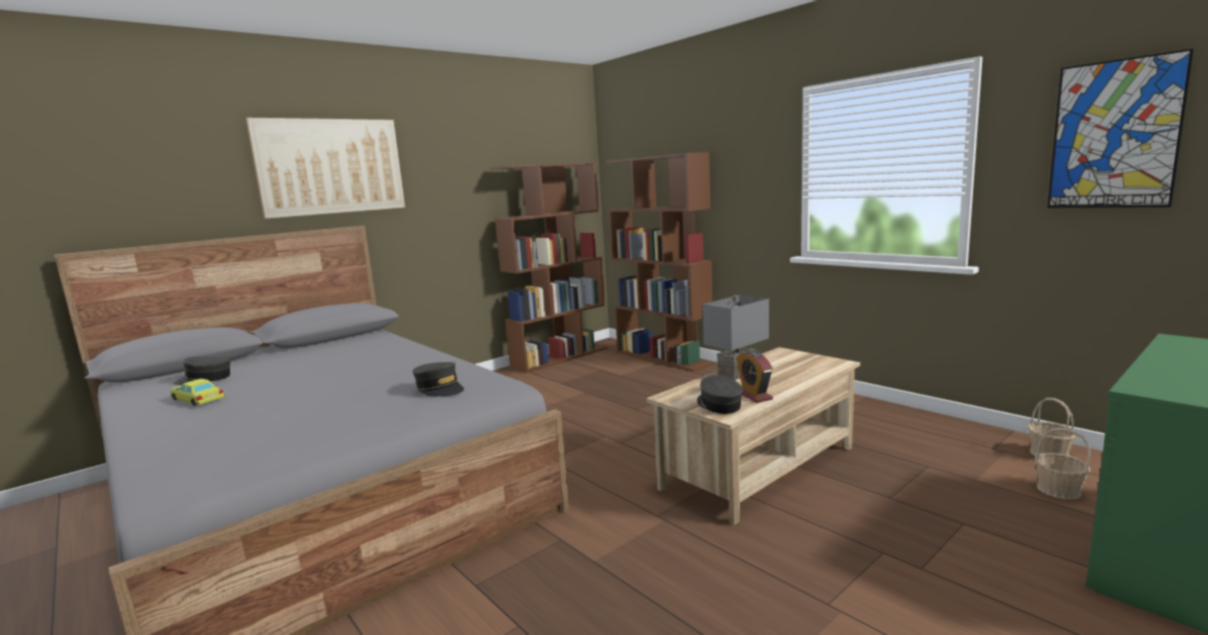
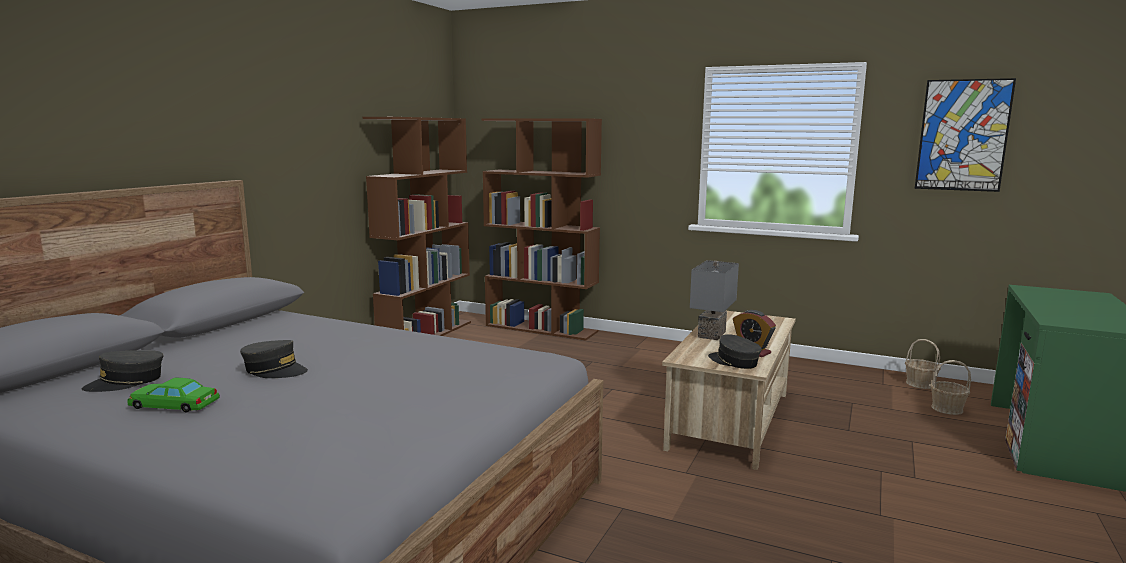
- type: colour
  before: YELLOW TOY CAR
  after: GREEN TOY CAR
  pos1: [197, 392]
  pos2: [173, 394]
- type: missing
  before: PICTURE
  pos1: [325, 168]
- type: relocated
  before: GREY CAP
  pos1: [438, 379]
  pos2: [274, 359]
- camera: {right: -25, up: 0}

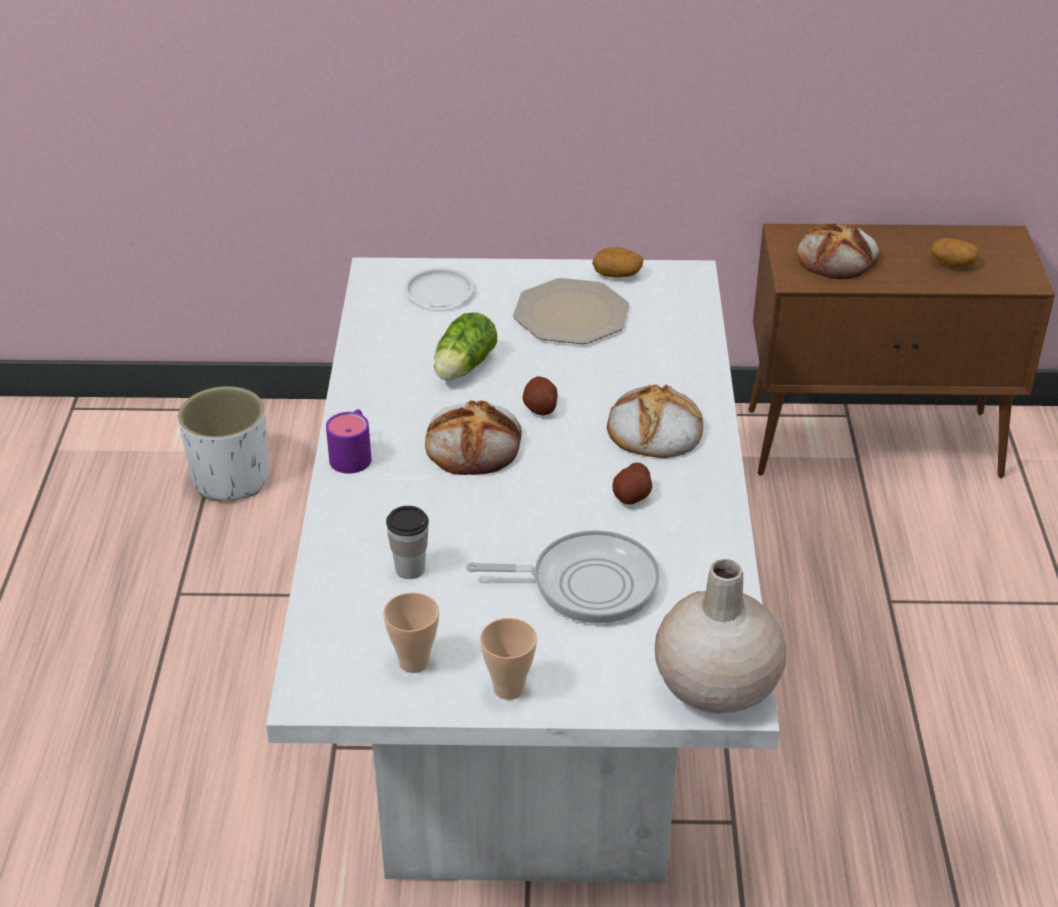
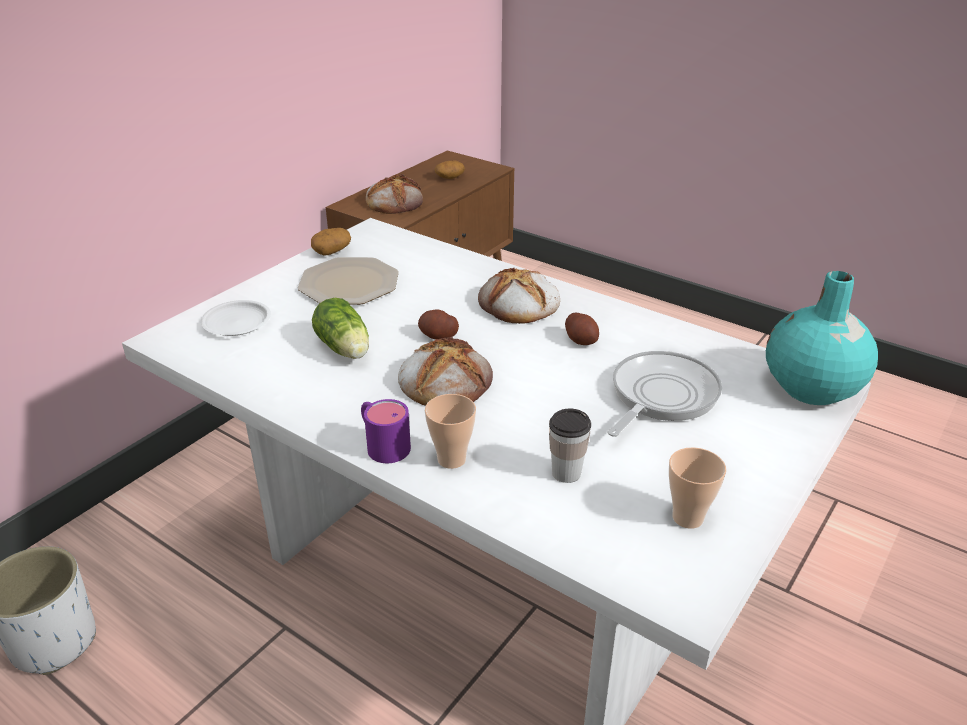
- type: relocated
  before: CUP
  pos1: [508, 659]
  pos2: [450, 431]
- type: colour
  before: BEIGE VASE
  after: TURQUOISE VASE
  pos1: [720, 636]
  pos2: [822, 338]
- camera: {right: -55, up: -5}

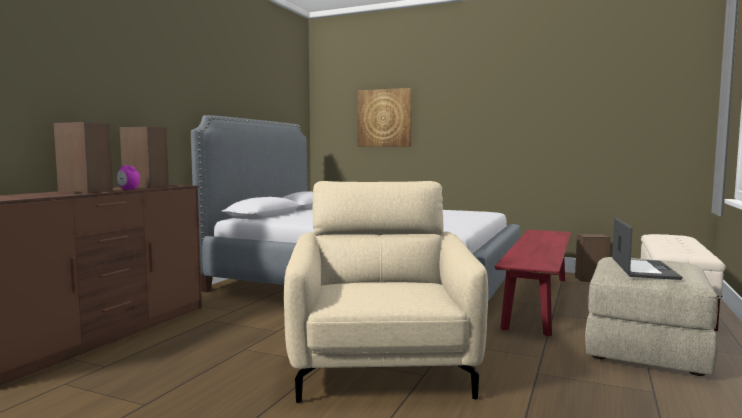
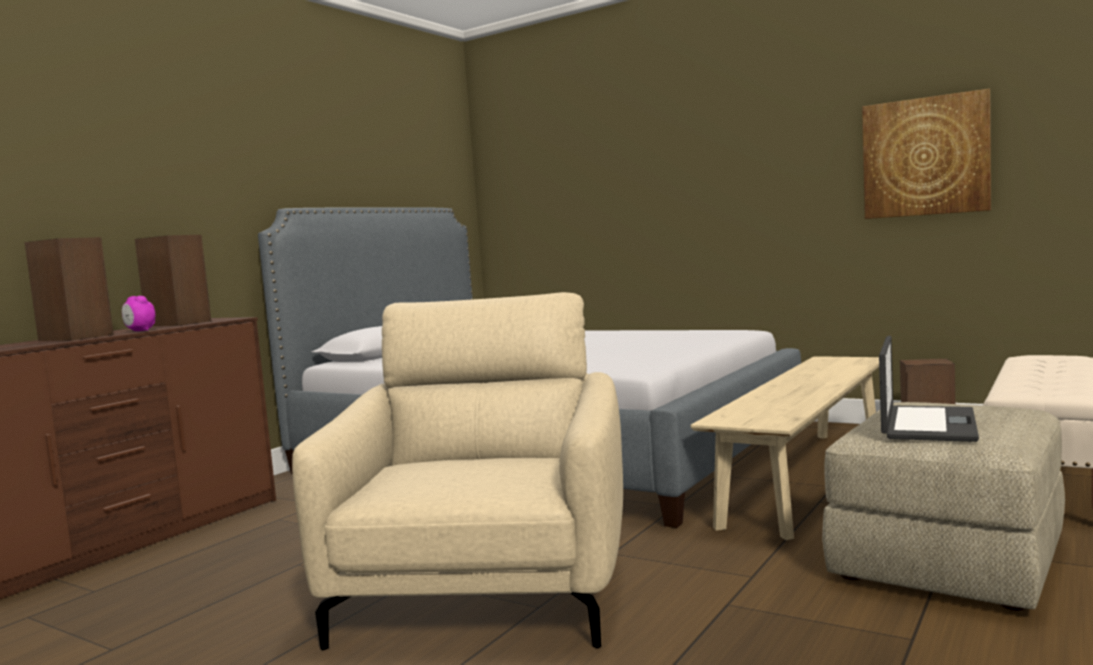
- type: relocated
  before: PICTURE
  pos1: [385, 117]
  pos2: [926, 154]
- type: colour
  before: RED BENCH
  after: BEIGE BENCH
  pos1: [533, 283]
  pos2: [785, 448]
- camera: {right: 10, up: 0}

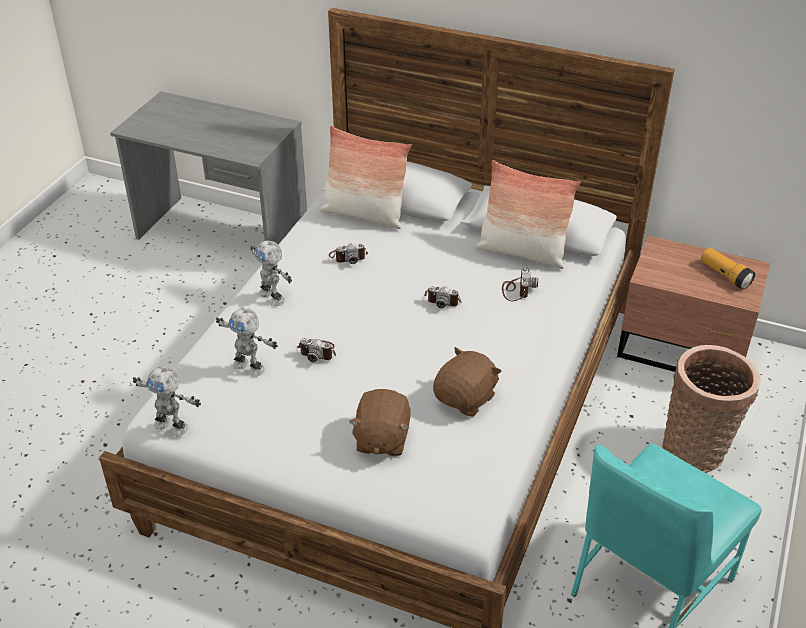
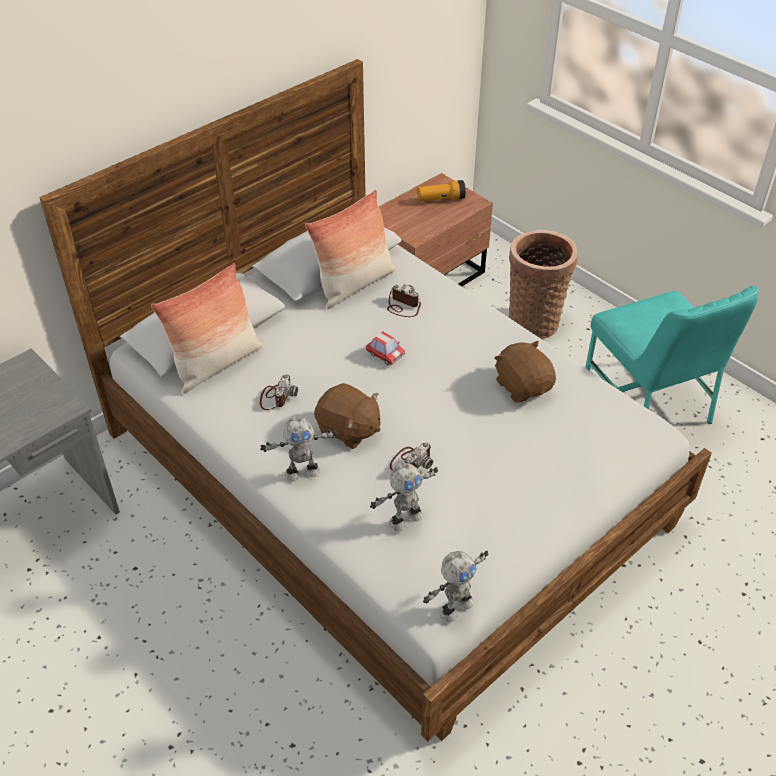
- type: relocated
  before: BROWN PLUSH TOY
  pos1: [380, 422]
  pos2: [347, 416]
- type: exchanged
  before: PHOTO CAMERA
  after: TOY CAR
  pos1: [443, 297]
  pos2: [385, 348]
- camera: {right: -65, up: 5}

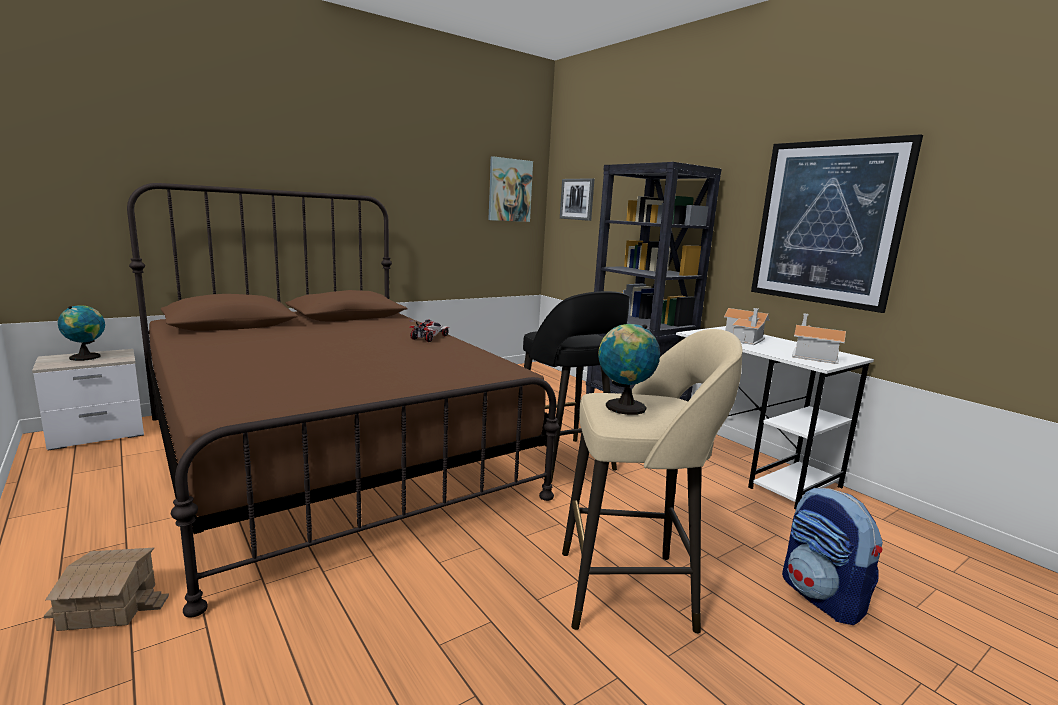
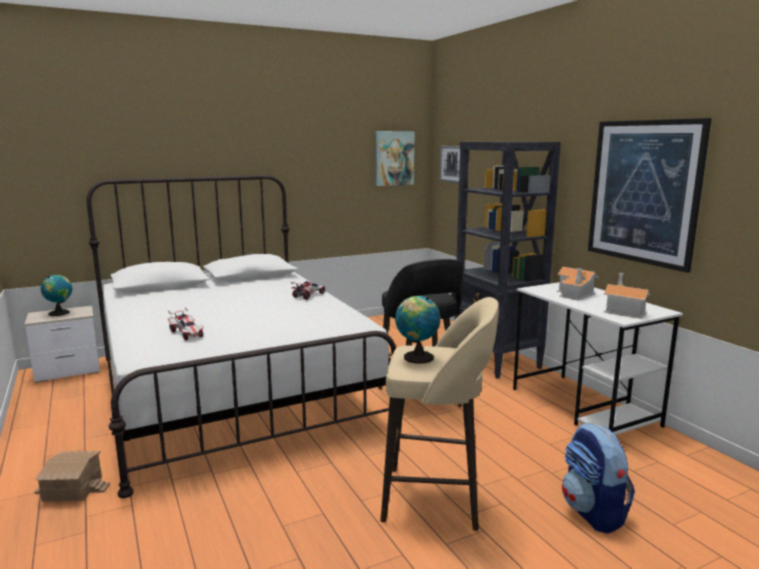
- type: colour
  before: BROWN BED
  after: WHITE BED
  pos1: [343, 400]
  pos2: [241, 336]
- type: appeared
  after: TOY CAR
  pos2: [186, 323]
- camera: {right: 10, up: 0}

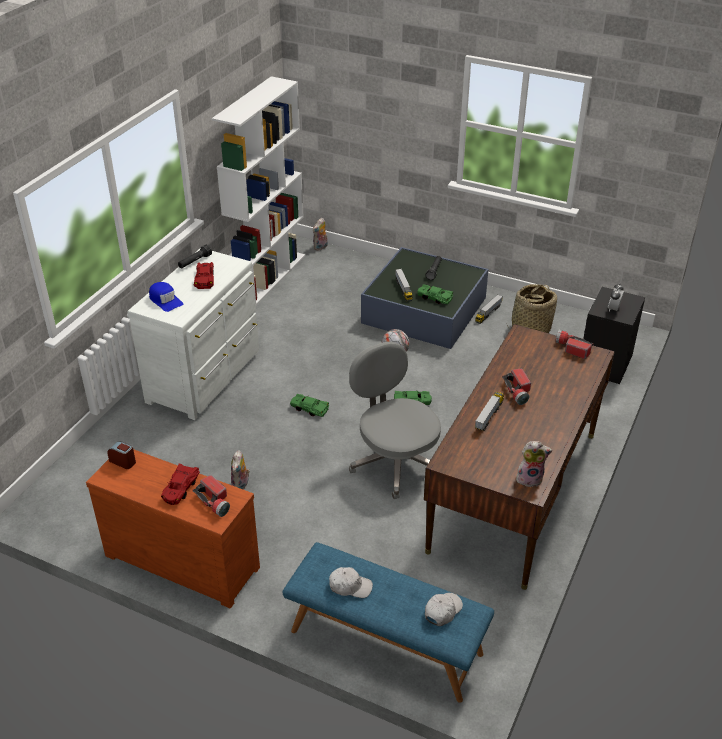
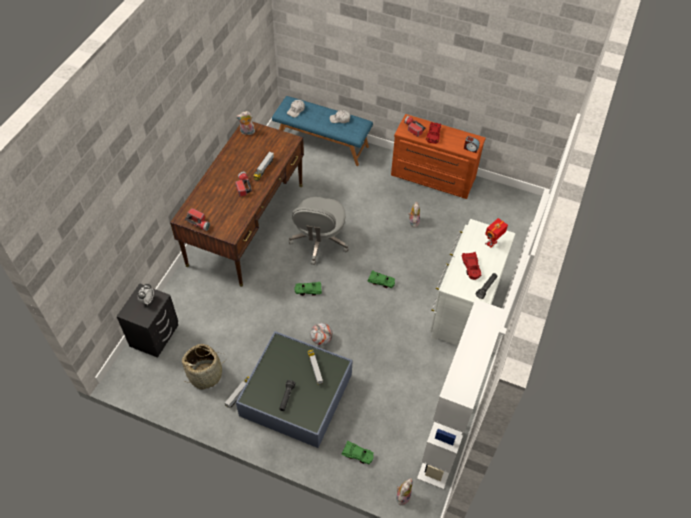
- type: exchanged
  before: BLUE CAP
  after: TOY ROBOT
  pos1: [166, 297]
  pos2: [496, 232]
- type: spun
  before: GREY OFFICE CHAIR
  pos1: [395, 420]
  pos2: [319, 231]
  turn: 45
- type: relocated
  before: GREEN TOY CAR
  pos1: [435, 294]
  pos2: [358, 452]
- camera: {right: 175, up: 15}

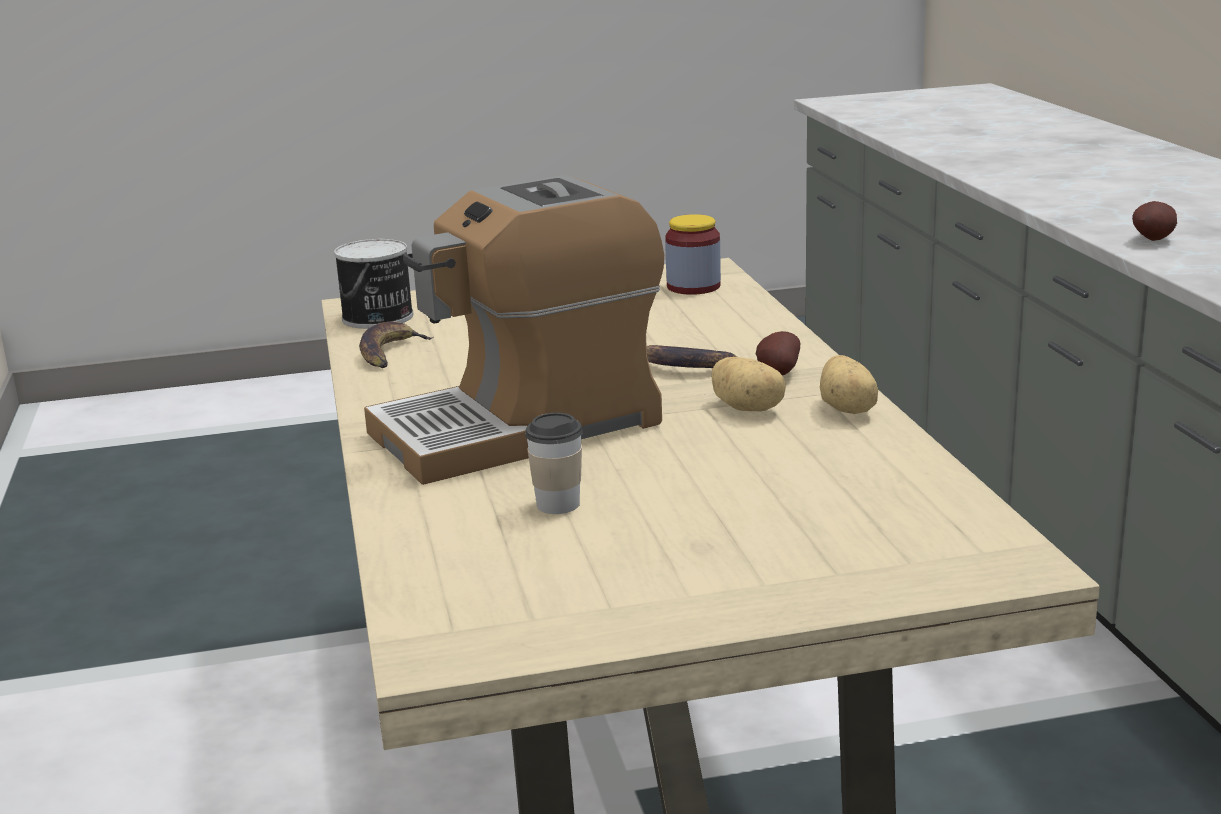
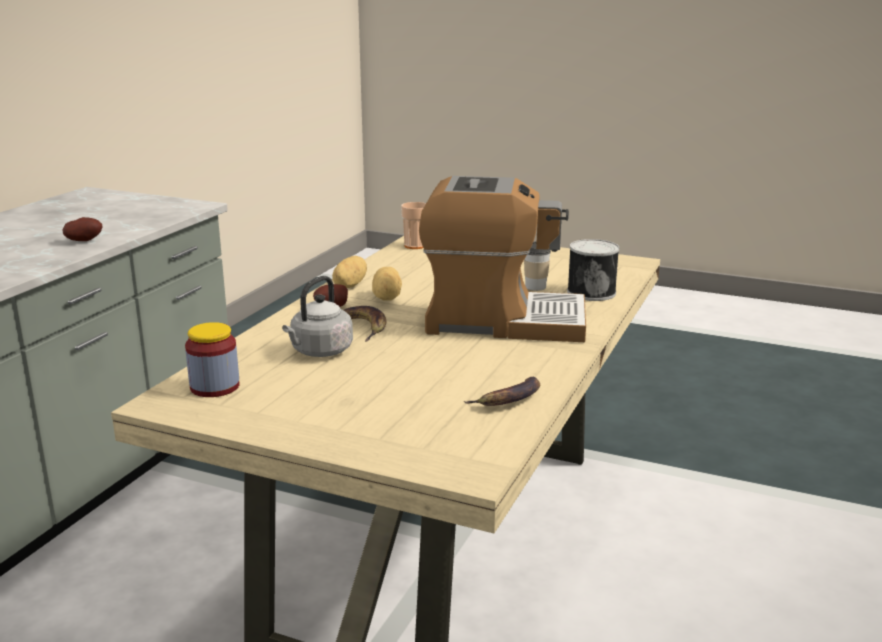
- type: relocated
  before: CAN
  pos1: [373, 284]
  pos2: [593, 270]
- type: appeared
  after: GREY KETTLE
  pos2: [317, 316]
- type: appeared
  after: CUP
  pos2: [413, 225]
- camera: {right: -145, up: 0}

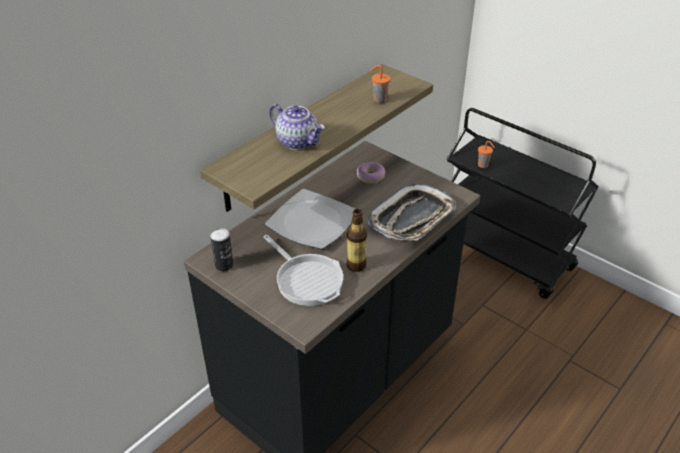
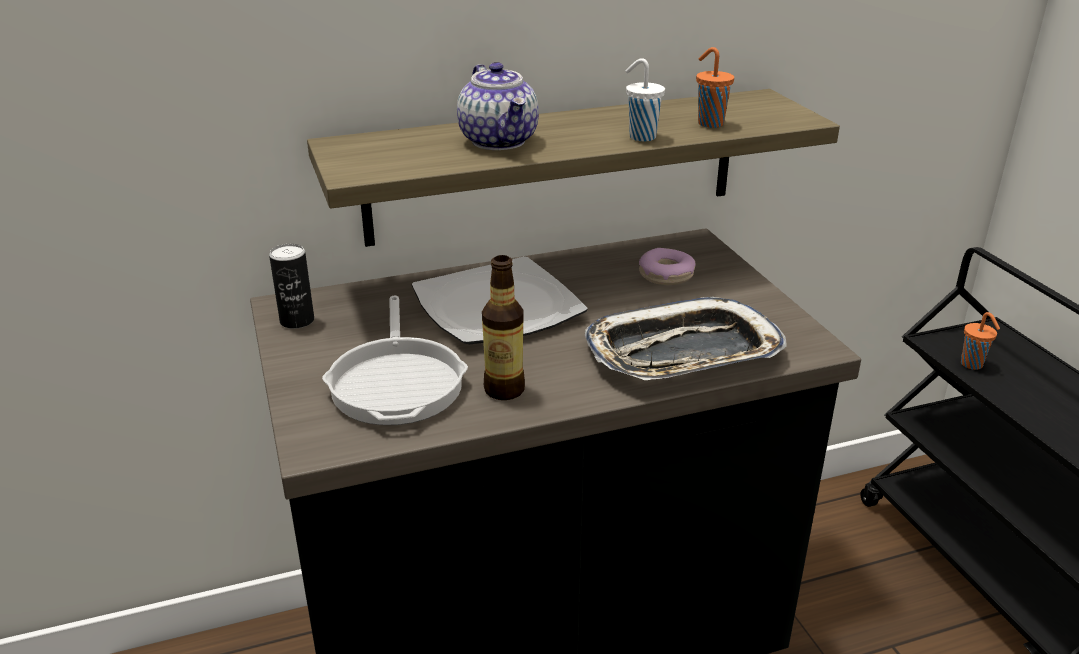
- type: appeared
  after: WHITE CUP
  pos2: [645, 99]
- camera: {right: 30, up: -10}

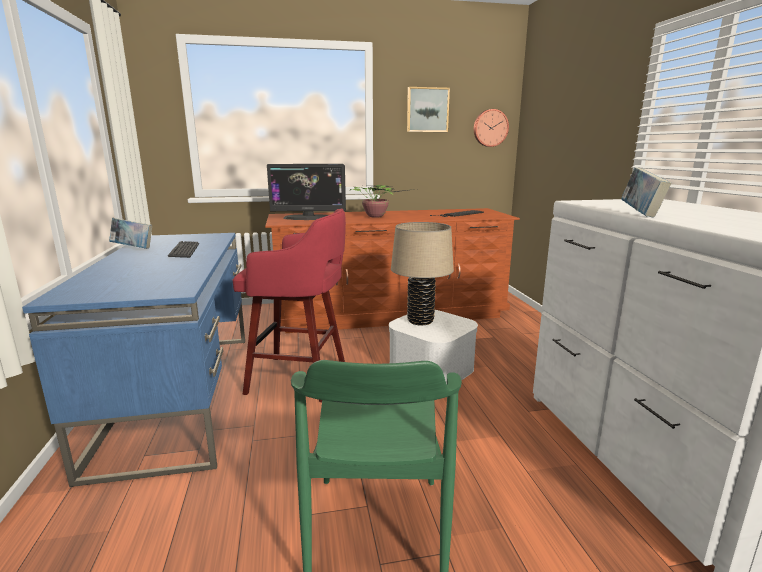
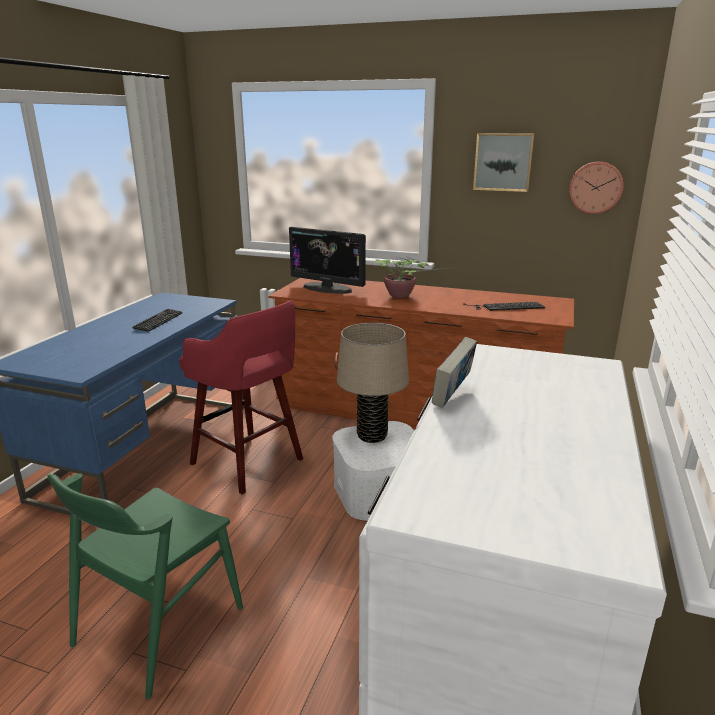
- type: missing
  before: BOOK
  pos1: [130, 233]
- camera: {right: 30, up: 5}

